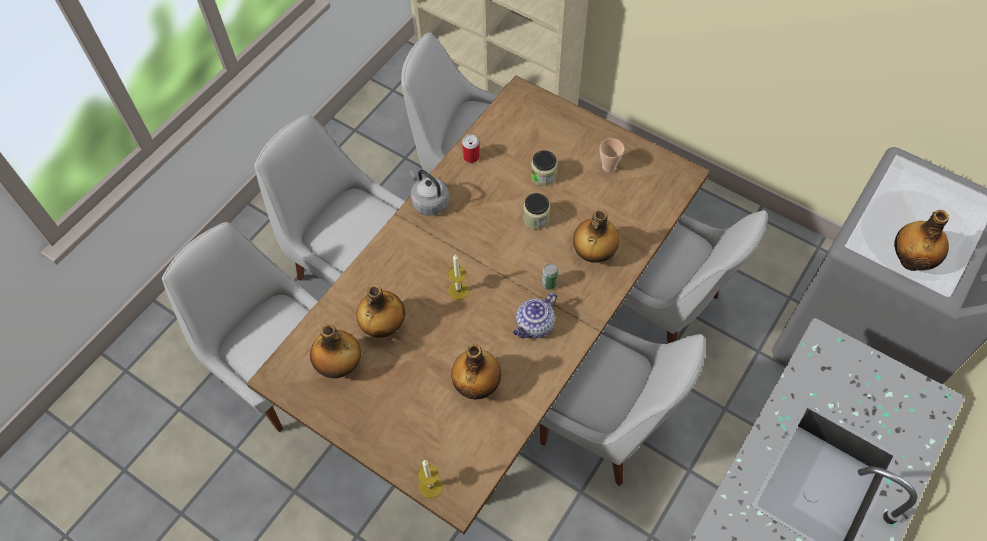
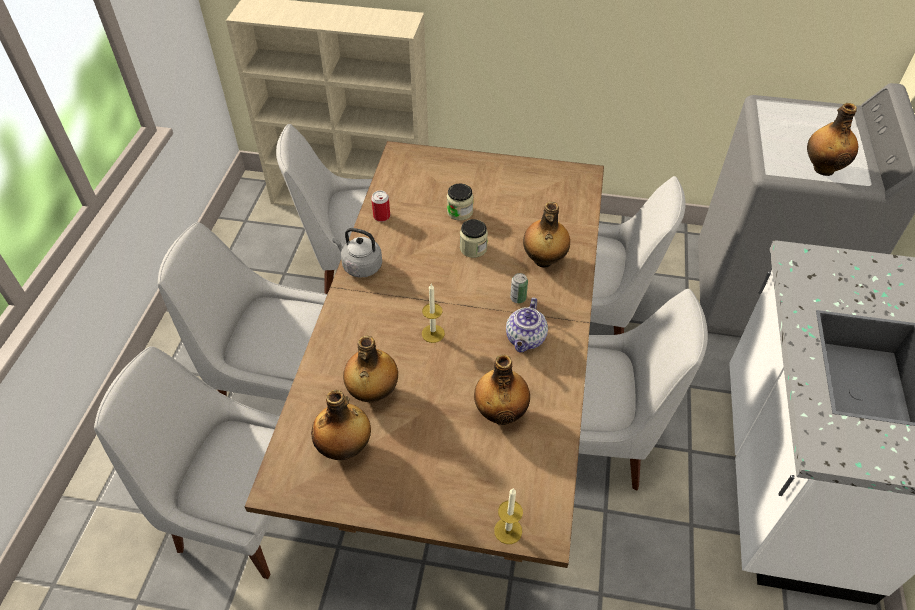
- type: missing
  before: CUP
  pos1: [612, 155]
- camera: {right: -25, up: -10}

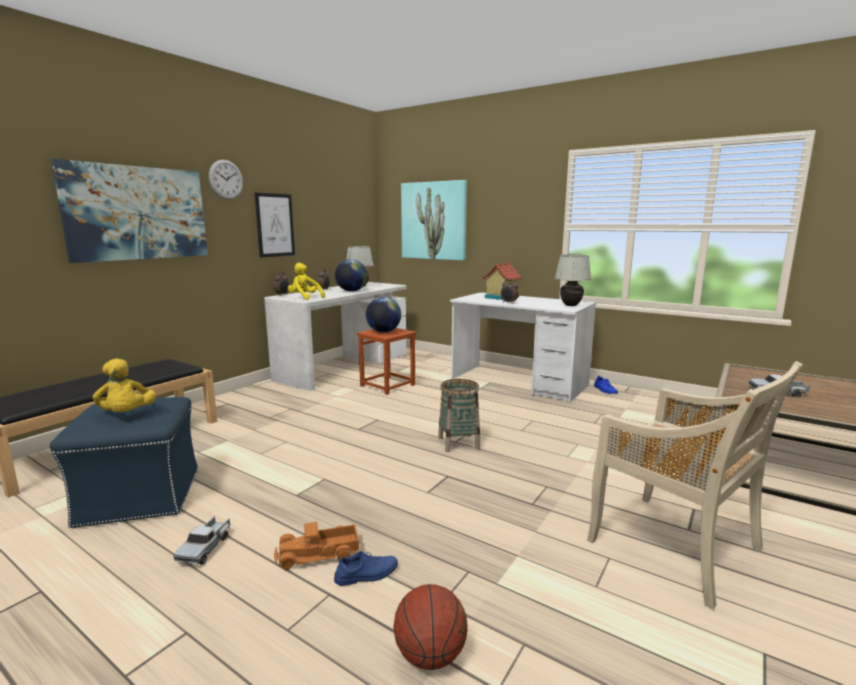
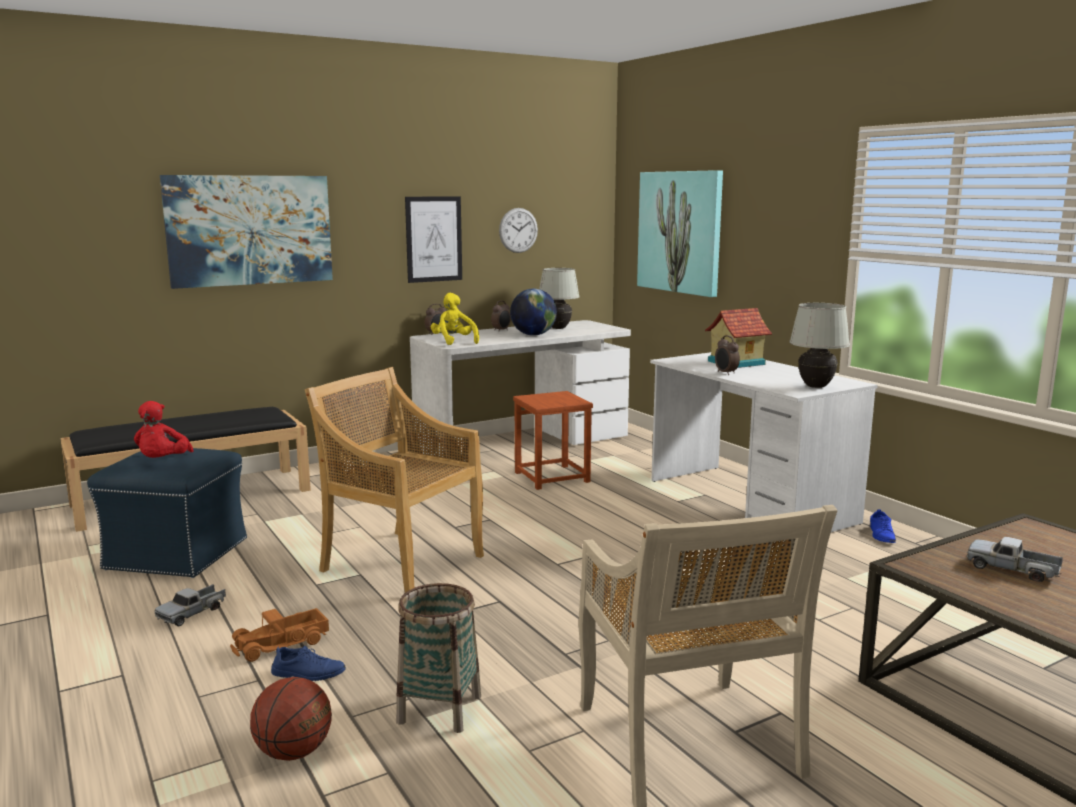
- type: colour
  before: YELLOW PLUSH TOY
  after: RED PLUSH TOY
  pos1: [124, 385]
  pos2: [164, 429]
- type: relocated
  before: WALL CLOCK
  pos1: [226, 180]
  pos2: [518, 230]
- type: spun
  before: TOY TRUCK
  pos1: [316, 545]
  pos2: [279, 635]
  turn: -45
- type: missing
  before: GLOBE
  pos1: [383, 315]
- type: relocated
  before: BASKET
  pos1: [459, 415]
  pos2: [438, 658]
- type: appeared
  after: BEIGE CHAIR
  pos2: [394, 480]
- camera: {right: 25, up: 0}

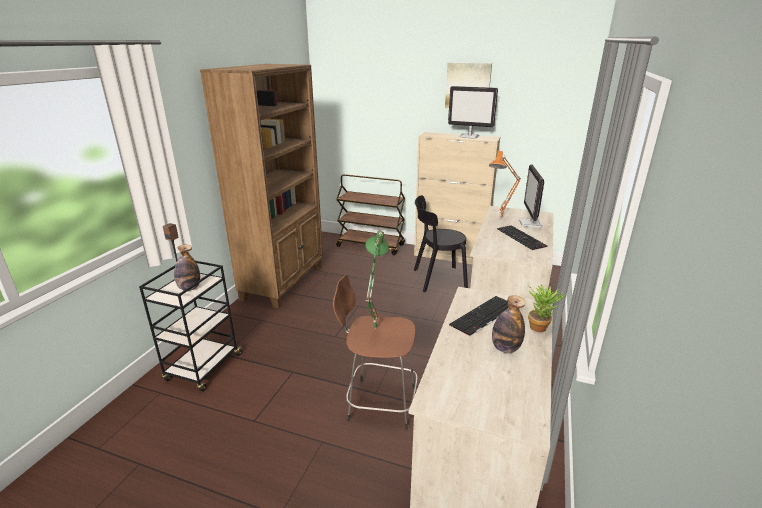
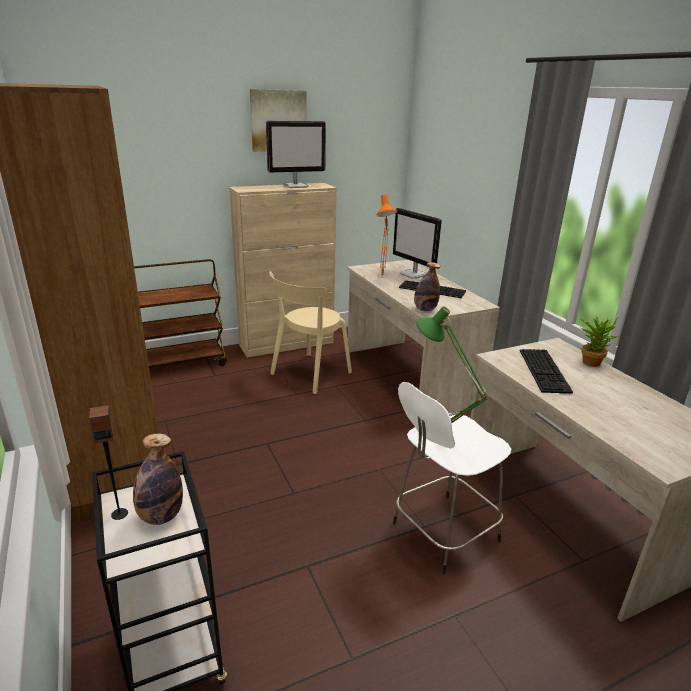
- type: colour
  before: BROWN STOOL
  after: WHITE STOOL
  pos1: [375, 352]
  pos2: [452, 478]
- type: colour
  before: BLACK CHAIR
  after: BEIGE CHAIR
  pos1: [441, 243]
  pos2: [310, 332]
- type: relocated
  before: BOTTLE
  pos1: [509, 324]
  pos2: [427, 287]
- camera: {right: -45, up: 0}

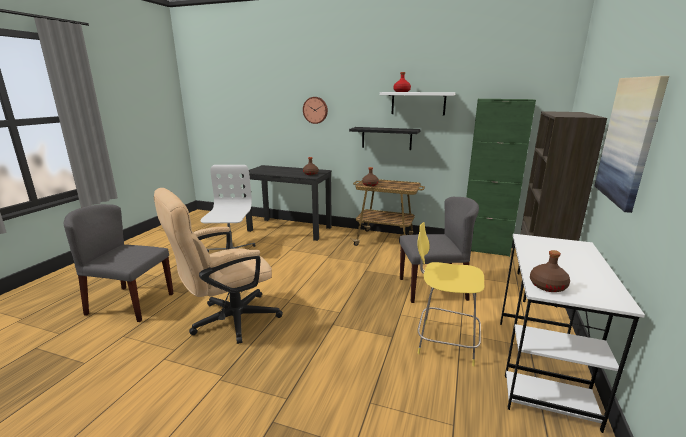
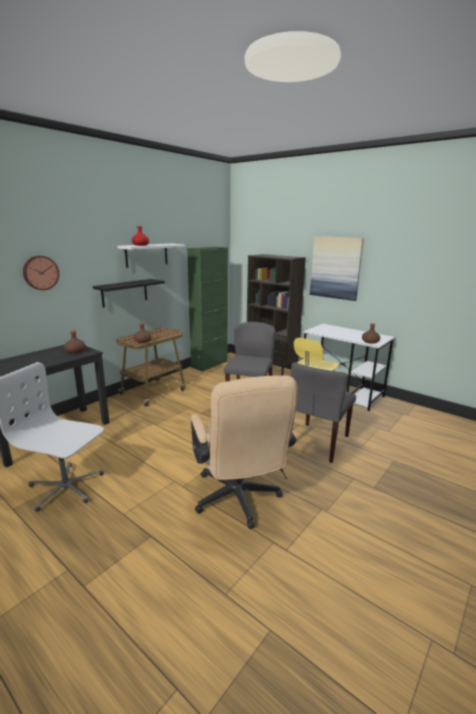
- type: relocated
  before: GREY CHAIR
  pos1: [119, 263]
  pos2: [323, 412]
- camera: {right: -70, up: 0}

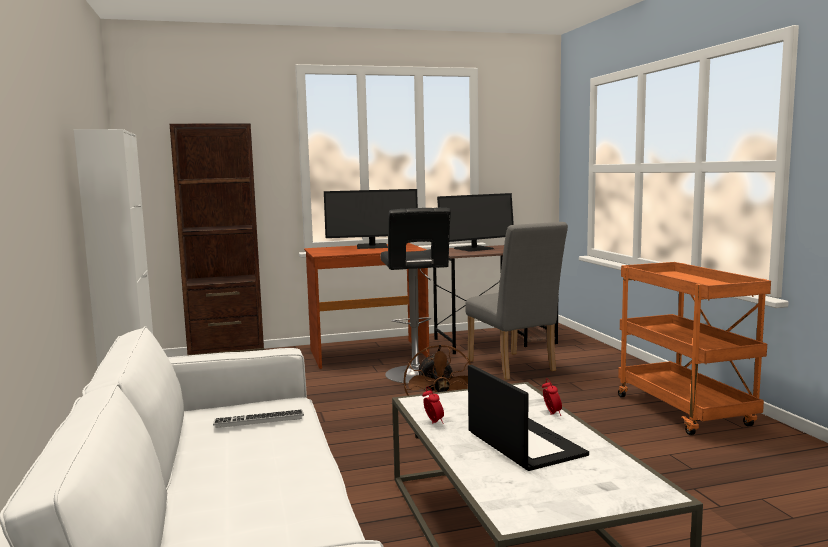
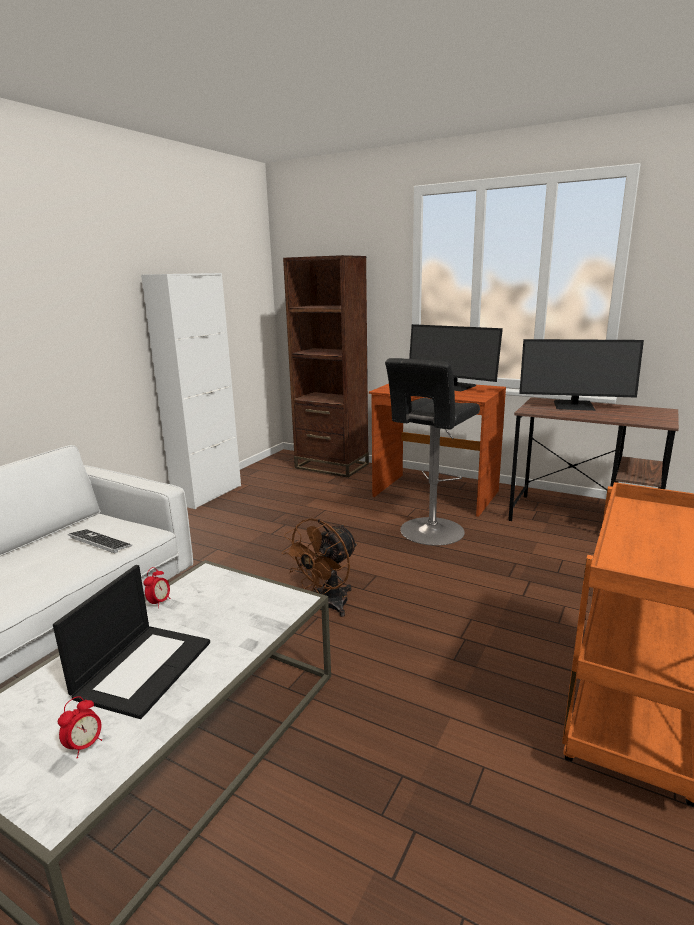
- type: missing
  before: GREY CHAIR
  pos1: [516, 301]
- type: relocated
  before: ALARM CLOCK
  pos1: [552, 397]
  pos2: [80, 727]
- camera: {right: 45, up: 10}

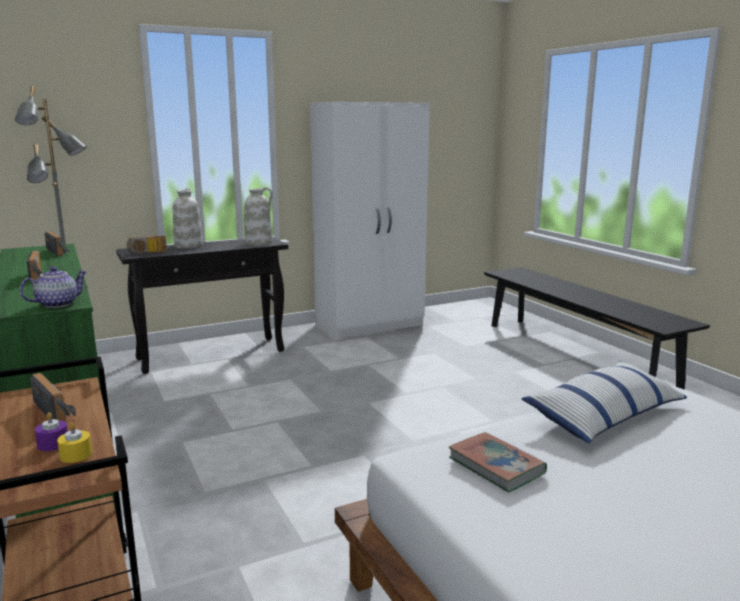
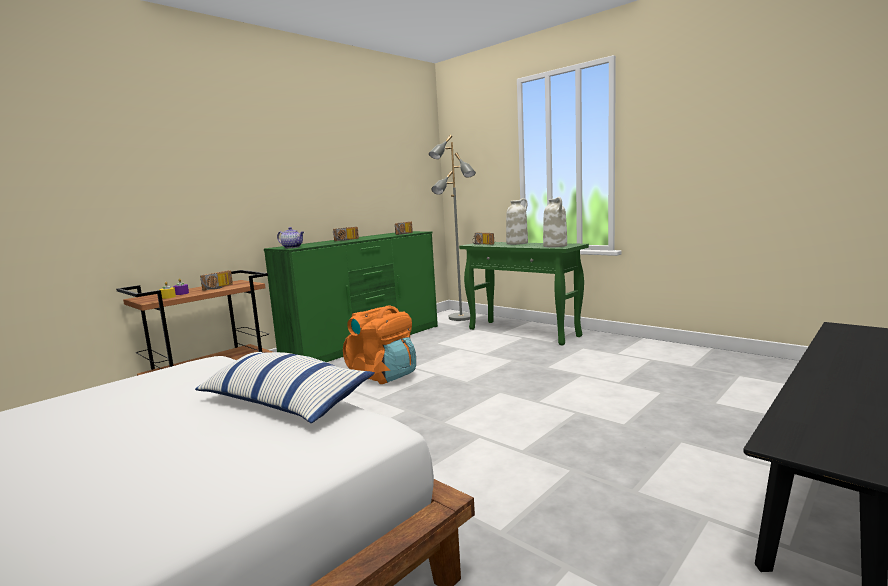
- type: colour
  before: BLACK CONSOLE TABLE
  after: GREEN CONSOLE TABLE
  pos1: [202, 305]
  pos2: [524, 294]
- type: missing
  before: WHITE WARDROBE
  pos1: [370, 220]
- type: missing
  before: BOOK
  pos1: [498, 462]
- type: appeared
  after: ORANGE BACKPACK
  pos2: [379, 344]
- camera: {right: 70, up: -5}

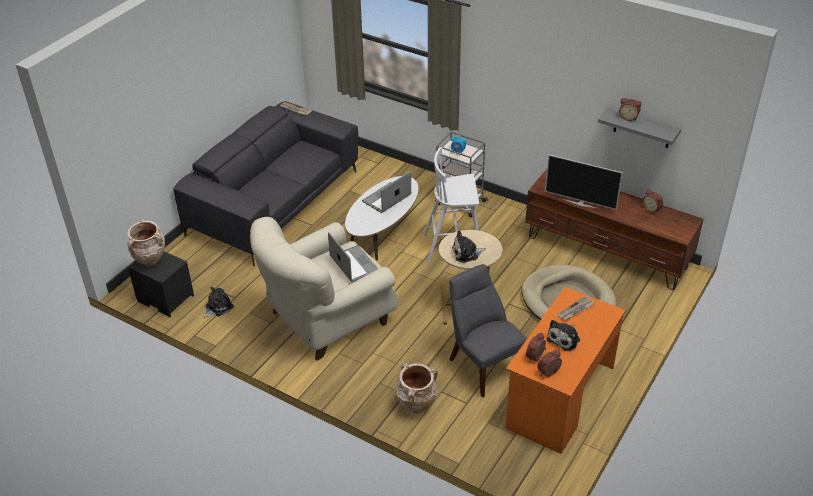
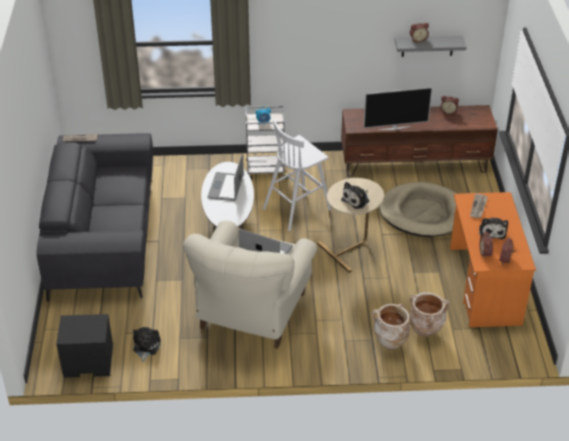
- type: relocated
  before: BEIGE VASE
  pos1: [146, 242]
  pos2: [429, 314]
- type: missing
  before: GREY CHAIR
  pos1: [488, 331]
- camera: {right: -35, up: 0}

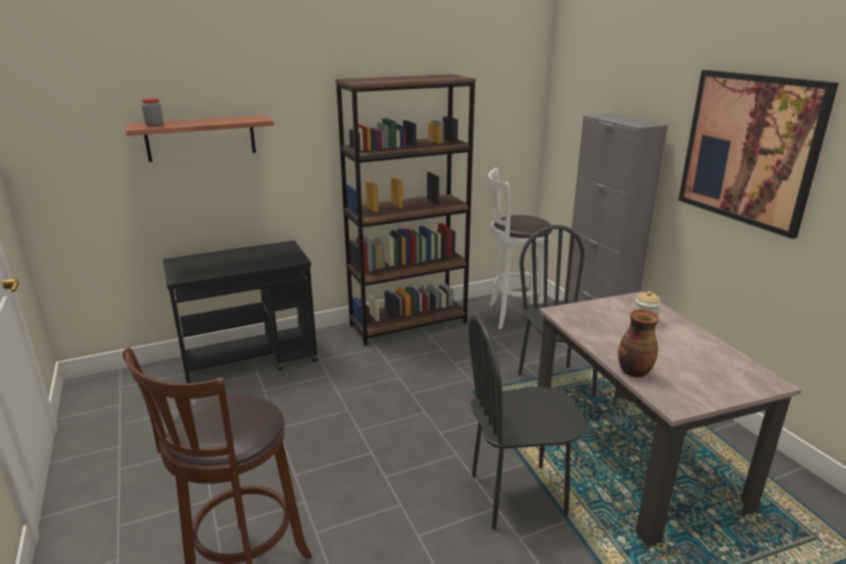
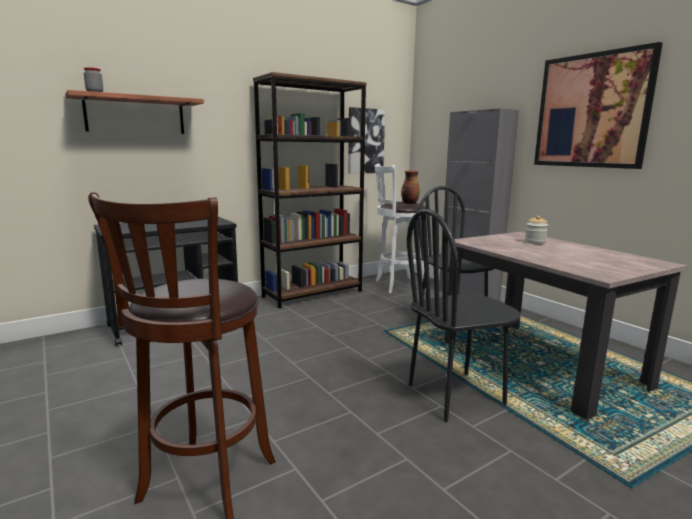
- type: relocated
  before: VASE
  pos1: [638, 343]
  pos2: [410, 187]
- type: appeared
  after: PICTURE
  pos2: [366, 140]
- camera: {right: -10, up: -10}

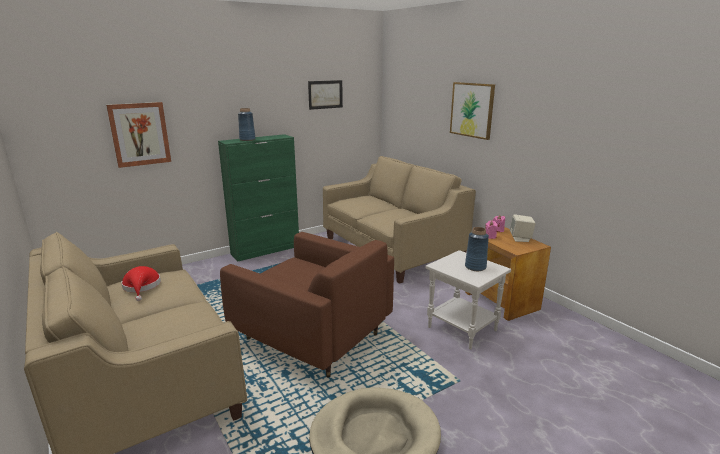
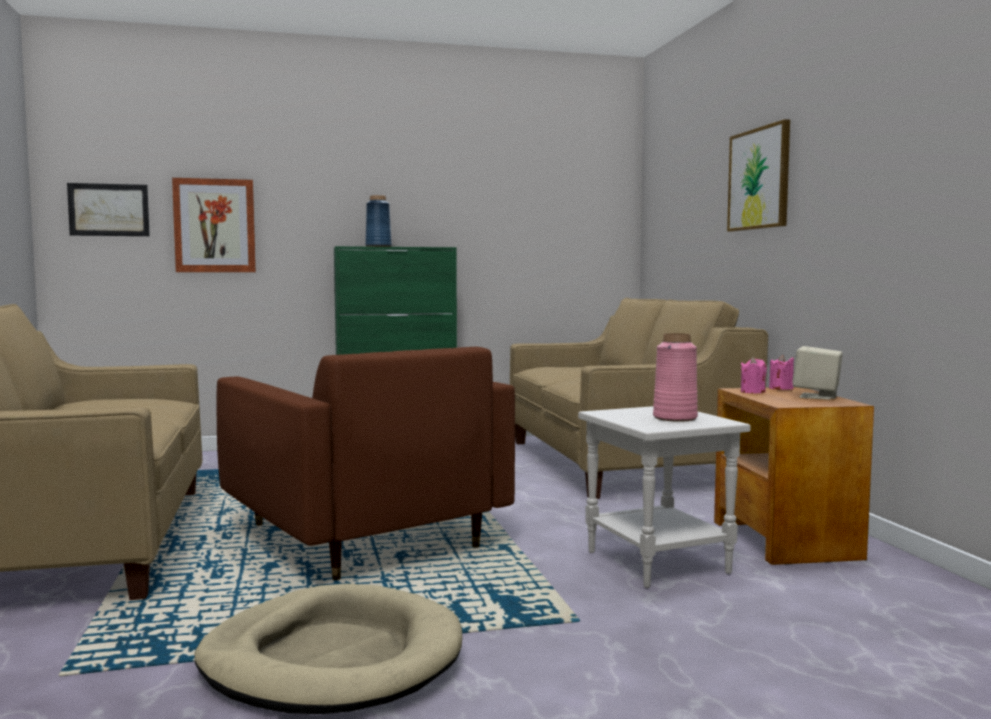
- type: missing
  before: RED HAT
  pos1: [141, 283]
- type: relocated
  before: PICTURE
  pos1: [325, 95]
  pos2: [108, 209]
- type: colour
  before: BLUE VASE
  after: PINK VASE
  pos1: [477, 249]
  pos2: [675, 377]
- camera: {right: 20, up: -15}

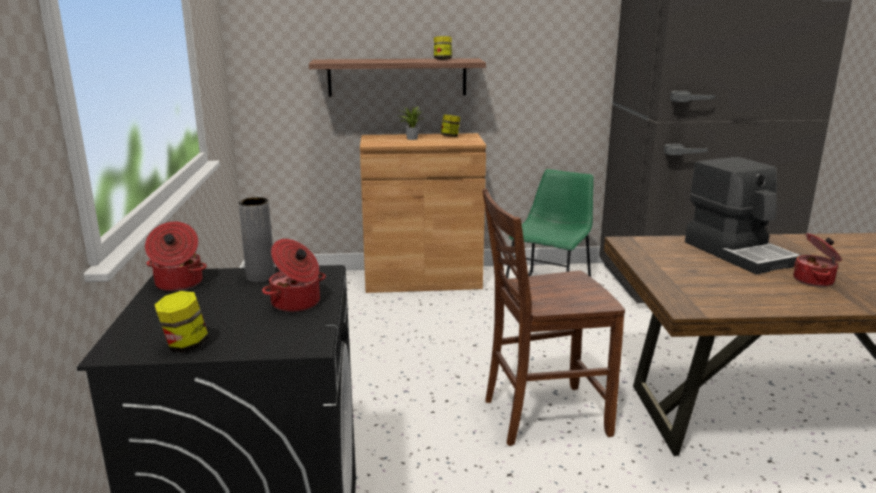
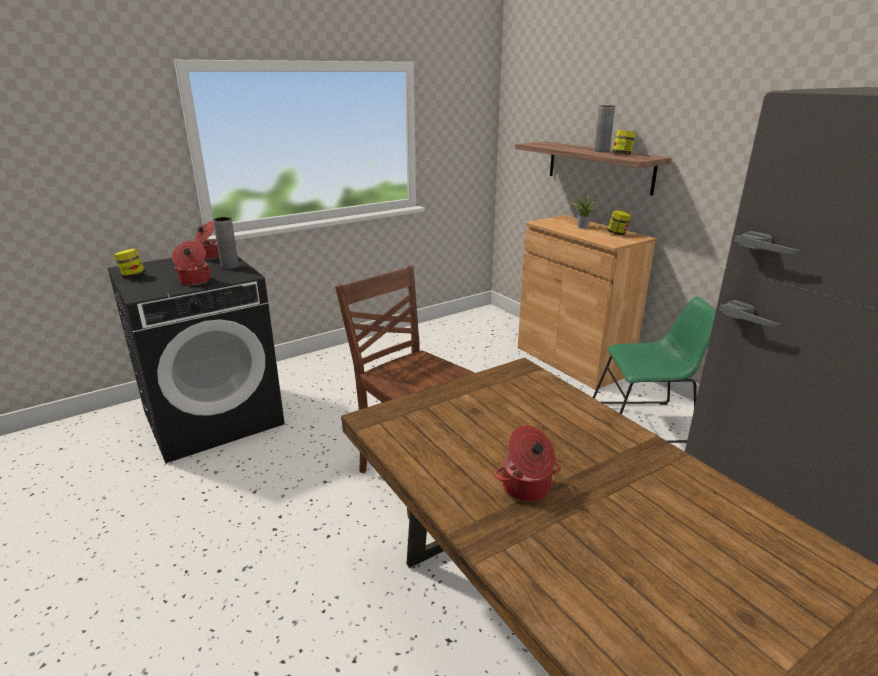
- type: missing
  before: COFFEE MACHINE
  pos1: [743, 215]
- type: appeared
  after: GREY VASE
  pos2: [604, 128]
- camera: {right: 60, up: 5}

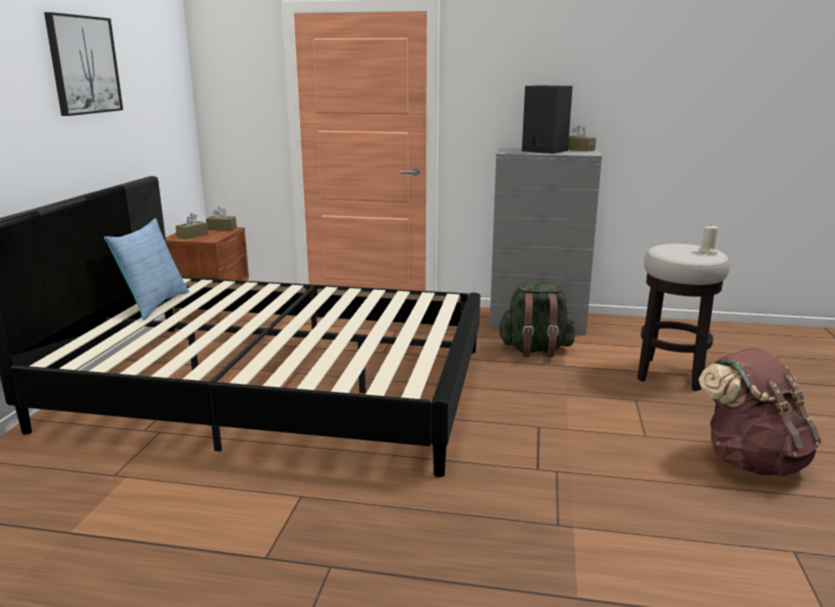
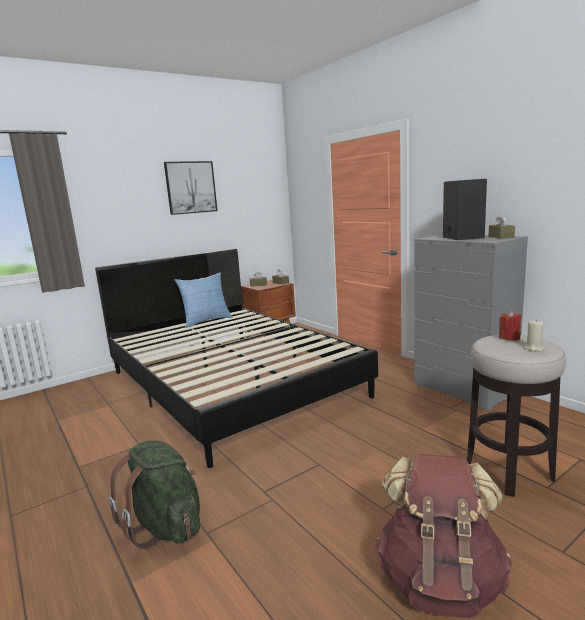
- type: relocated
  before: GREEN BACKPACK
  pos1: [536, 319]
  pos2: [154, 494]
- type: appeared
  after: RED CANDLE
  pos2: [510, 326]
- camera: {right: 45, up: -5}

